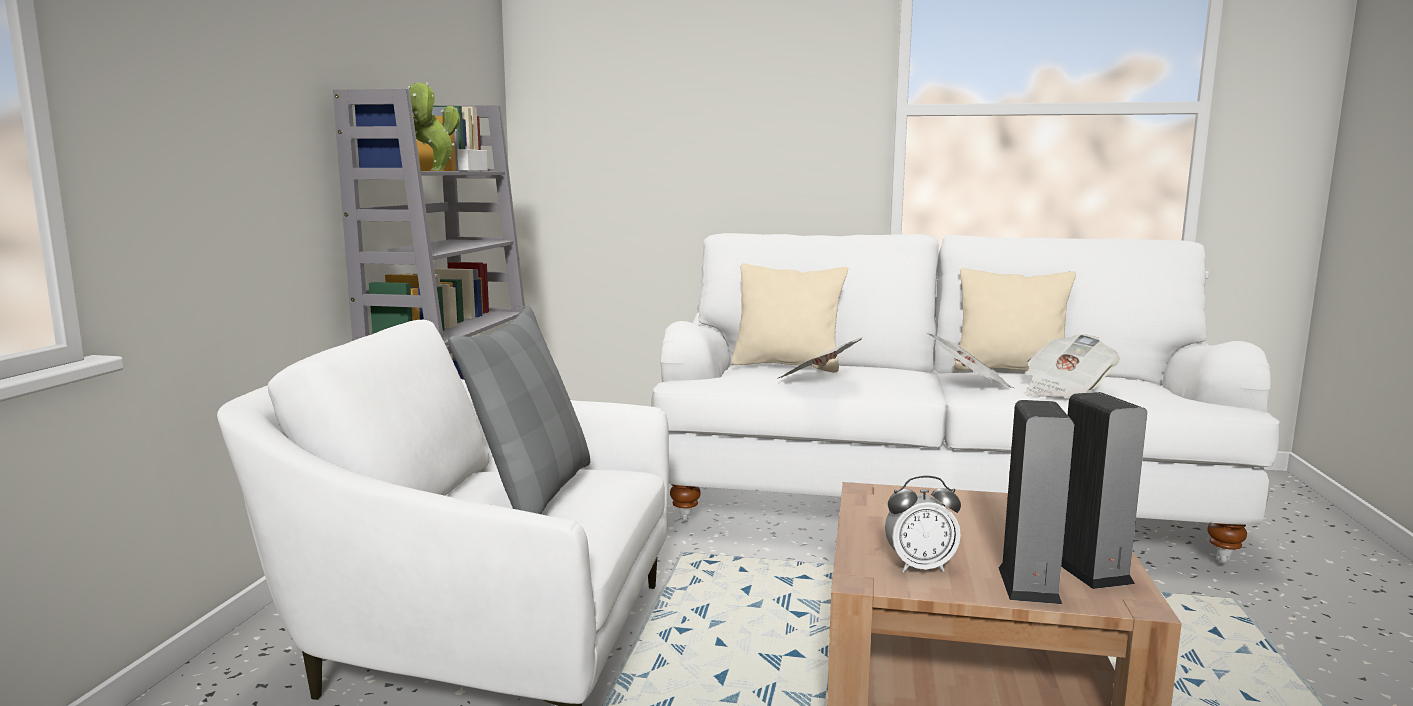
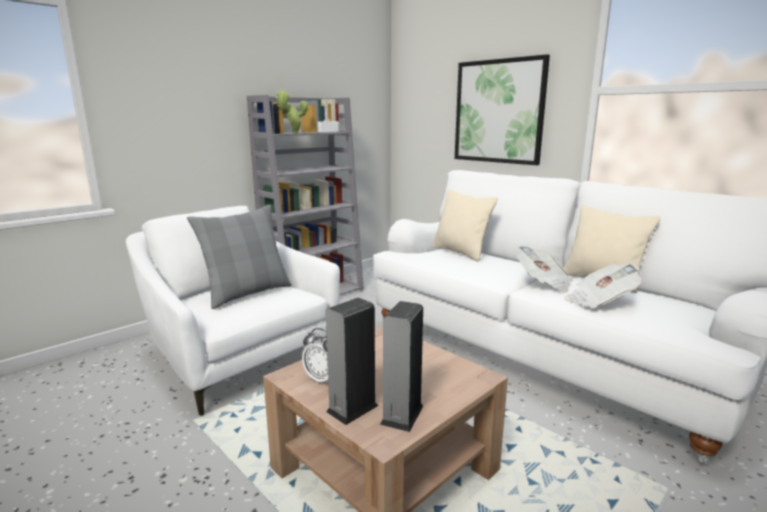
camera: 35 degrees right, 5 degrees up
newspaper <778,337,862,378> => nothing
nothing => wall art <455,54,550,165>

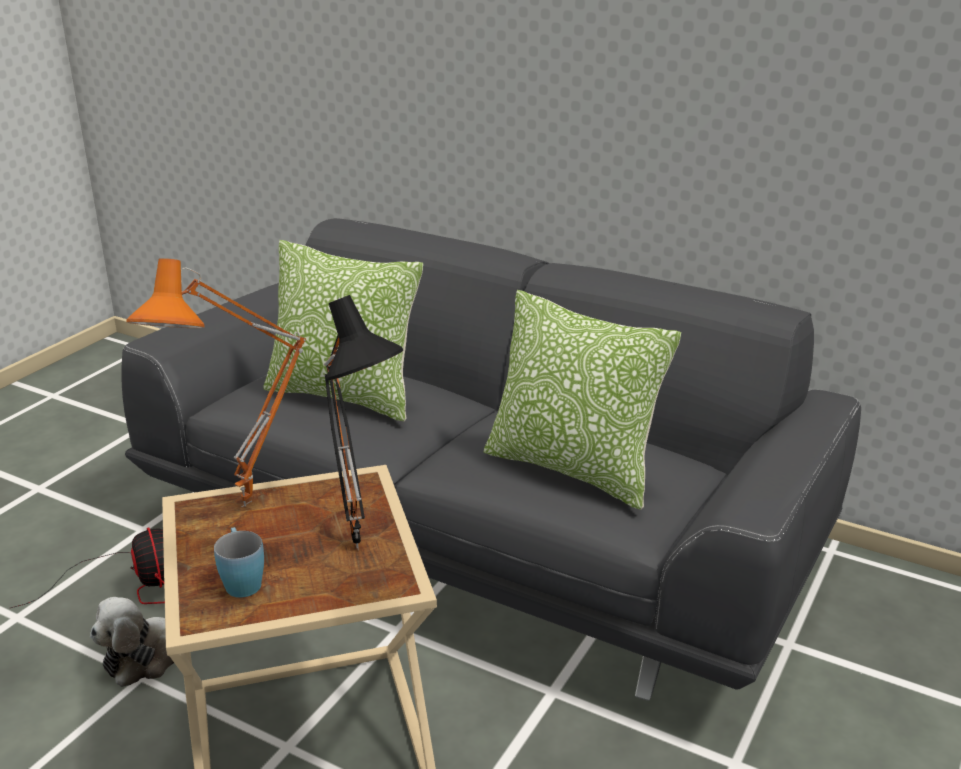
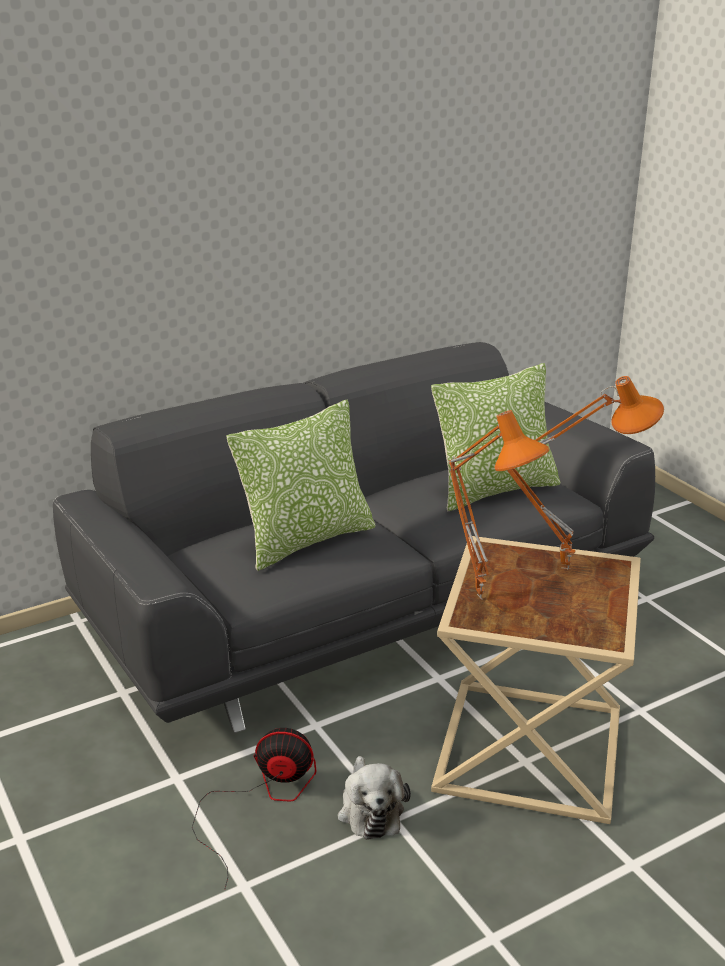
camera: 60 degrees left, 0 degrees up
bluish coffee mug <214,527,264,598> => nothing
blackish table lamp <324,295,403,551> => orangey table lamp <507,376,664,570>

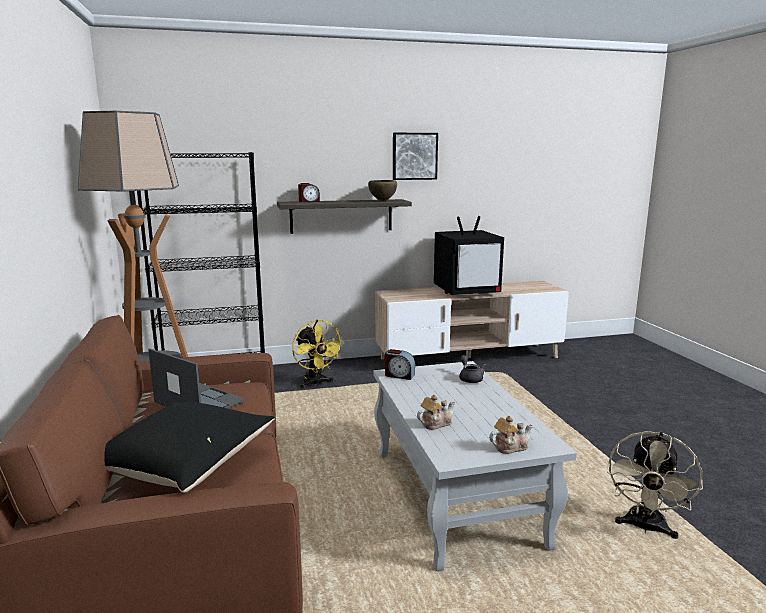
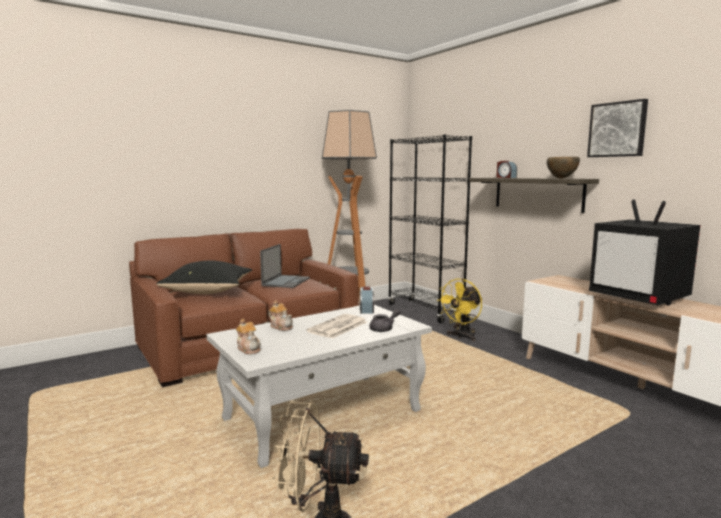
camera: 70 degrees right, 5 degrees down
nothing => newspaper <306,314,367,339>

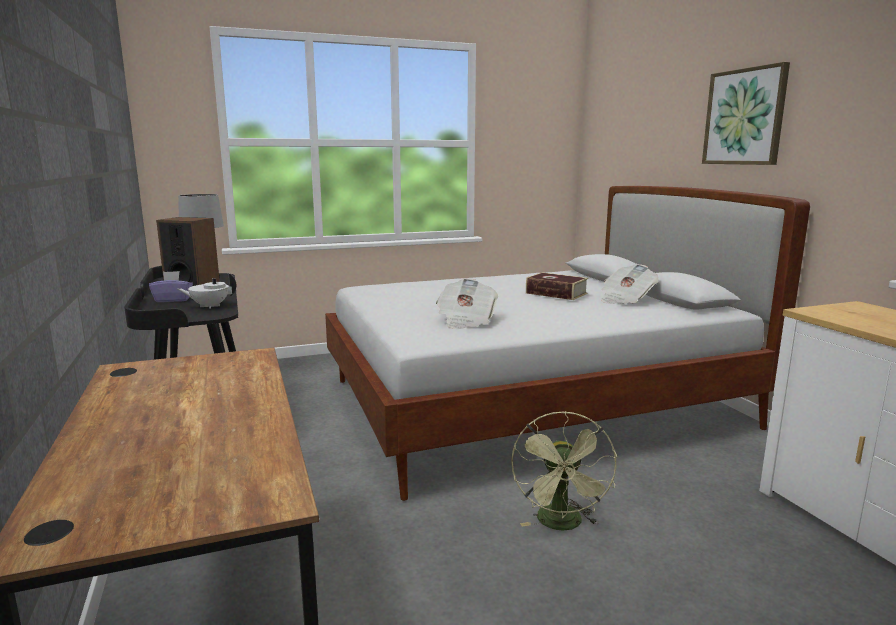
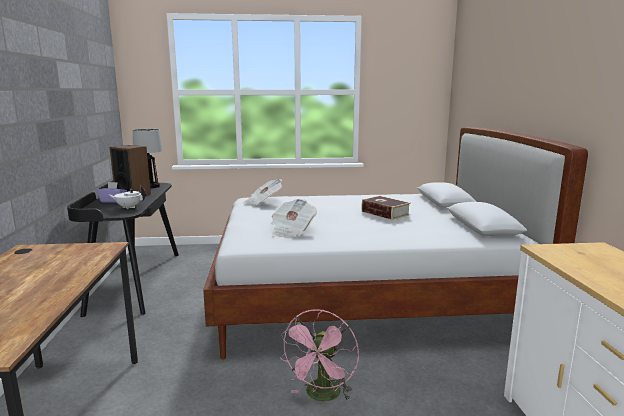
camera: 15 degrees right, 0 degrees up
green electric fan <511,411,617,531> => pink electric fan <279,309,359,401>
newspaper <601,264,659,304> => newspaper <243,179,282,205>, shifted
wall art <702,62,790,165> => nothing

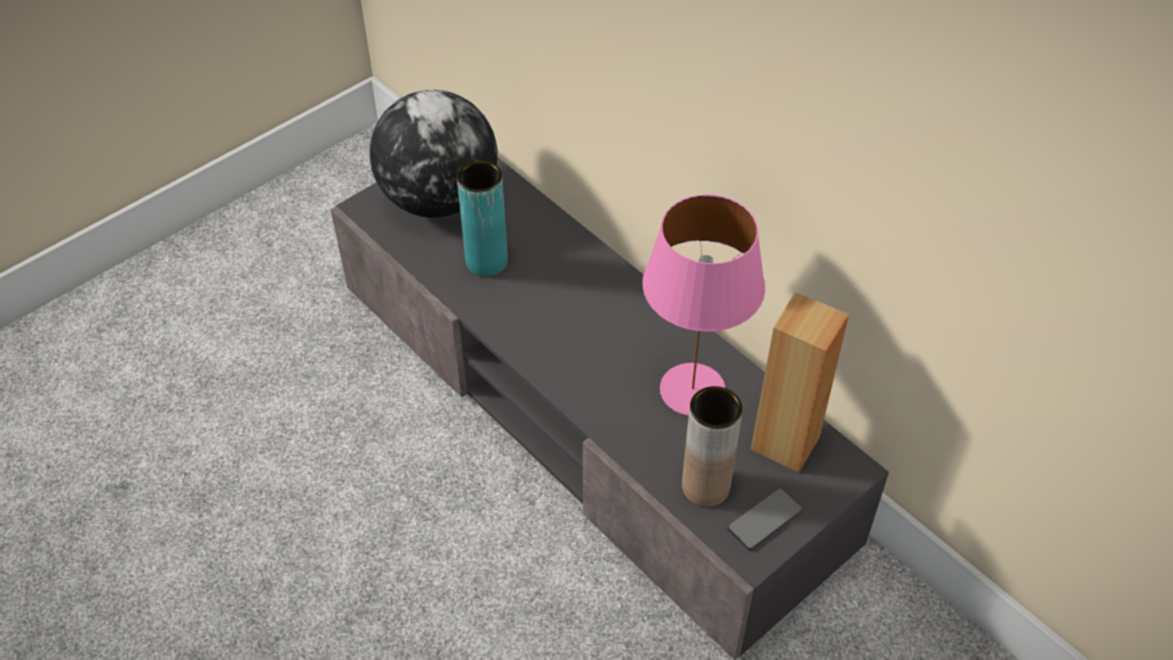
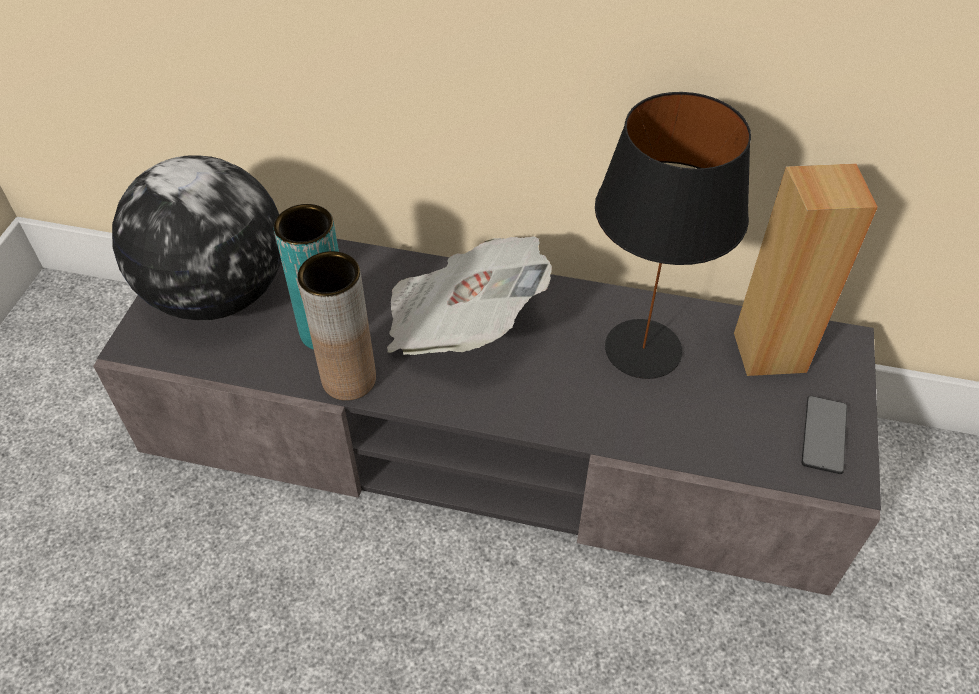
camera: 35 degrees left, 0 degrees up
pink table lamp <642,194,765,416> => blackish table lamp <595,92,751,379>
brown flower vase <682,386,743,507> => brown flower vase <297,251,376,401>, shifted
nothing => newspaper <387,236,552,355>

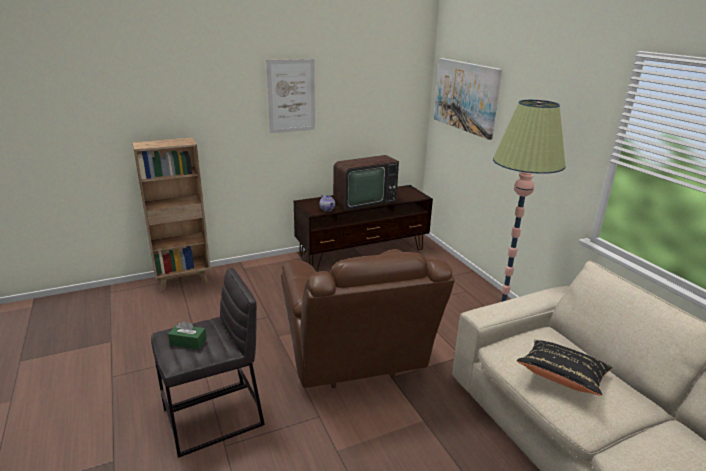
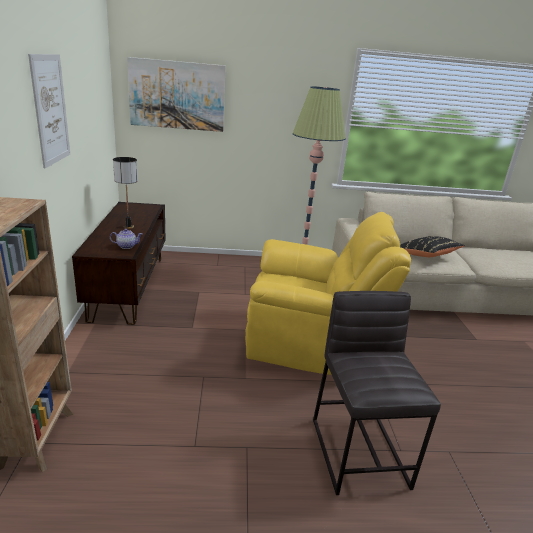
camera: 70 degrees left, 0 degrees up
green tissue box <168,320,207,349> => nothing
brown lounge chair <281,249,455,388> => yellow-coloured lounge chair <245,212,411,375>
TV set <333,155,399,210> => table lamp <113,157,138,229>

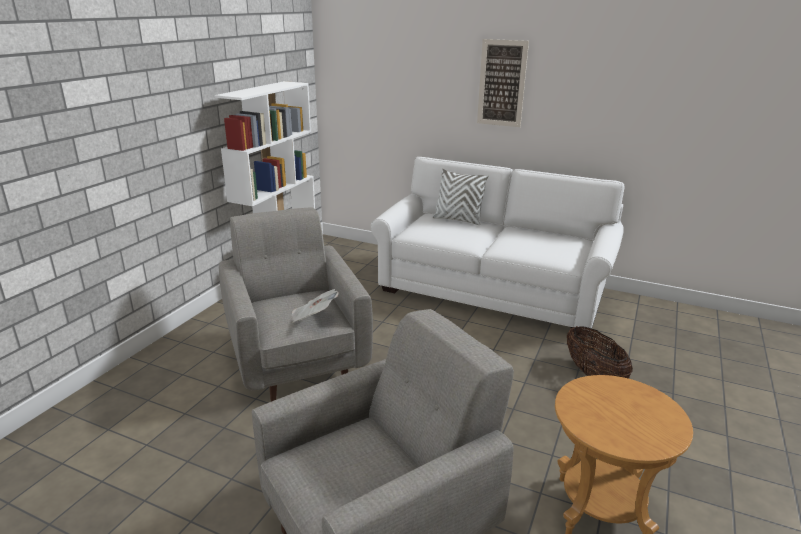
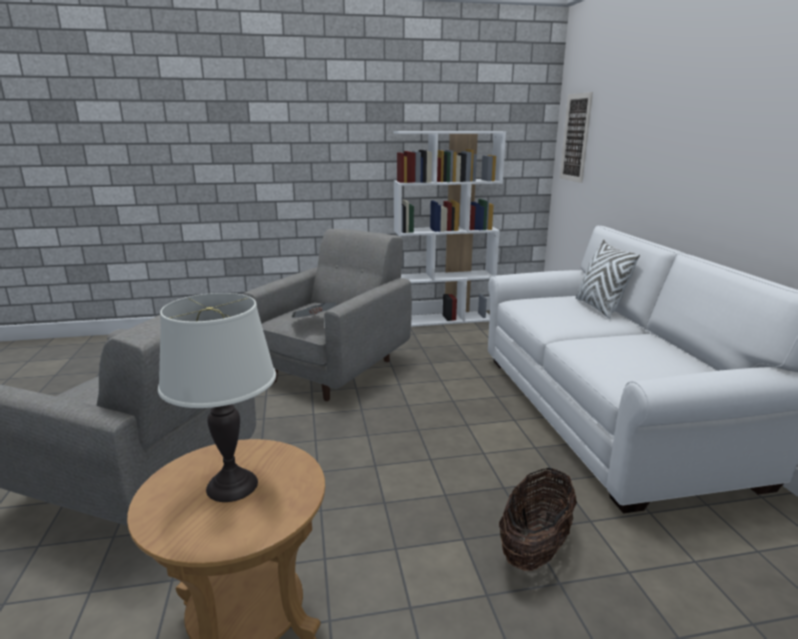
camera: 55 degrees right, 5 degrees down
wall art <477,39,529,127> => wall art <560,92,593,183>, shifted
nothing => whitish table lamp <158,293,276,502>

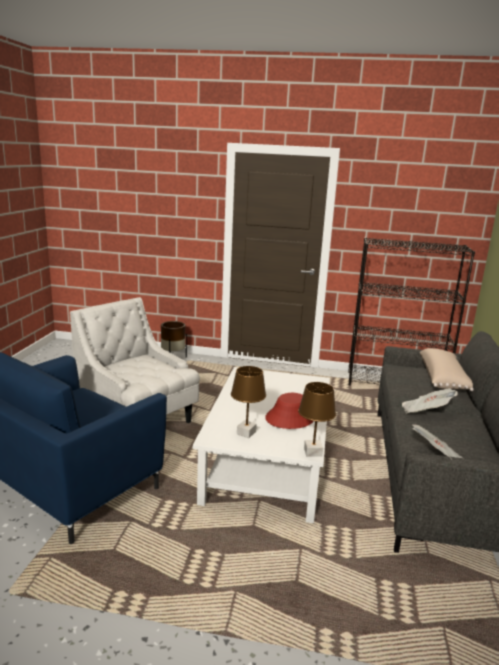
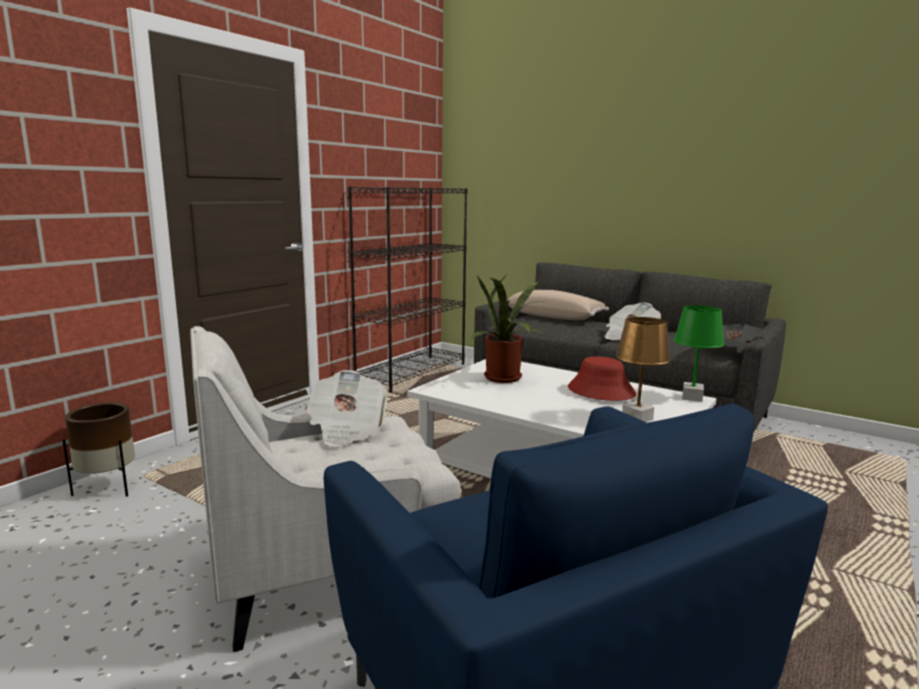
camera: 65 degrees left, 5 degrees down
brown table lamp <298,382,336,457> => green table lamp <674,305,724,402>
nothing => newspaper <305,370,389,447>
nothing => potted plant <470,276,545,383>

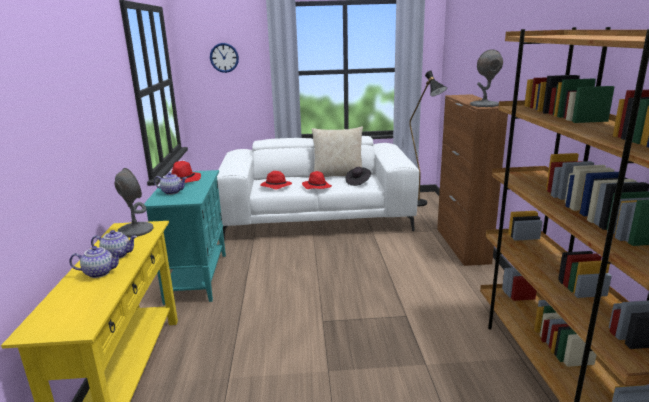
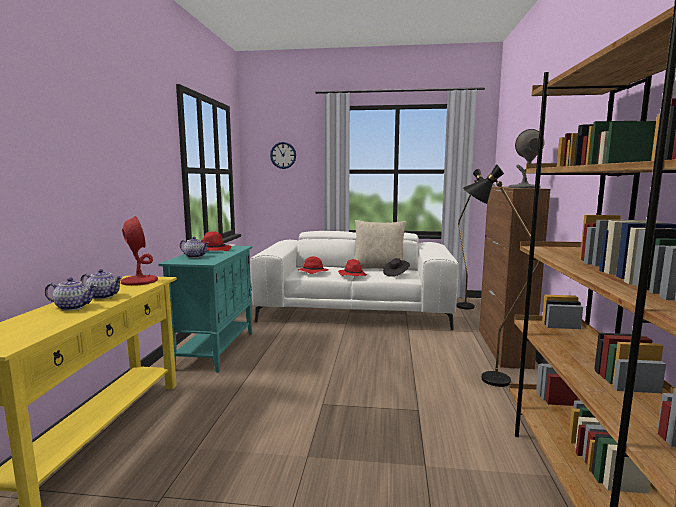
camera: 10 degrees right, 10 degrees down
greyish table lamp <114,168,153,237> => red table lamp <121,216,158,286>
nothing => blackish standing lamp <463,164,541,387>

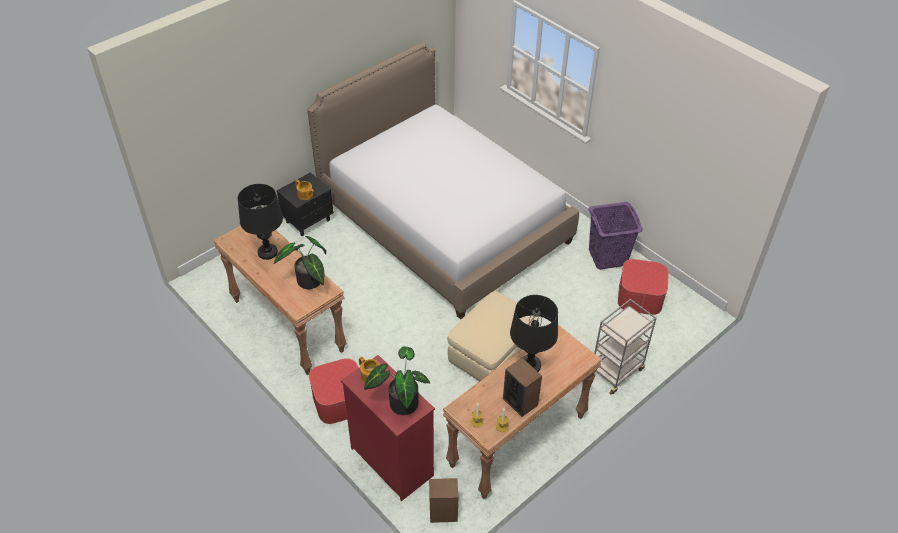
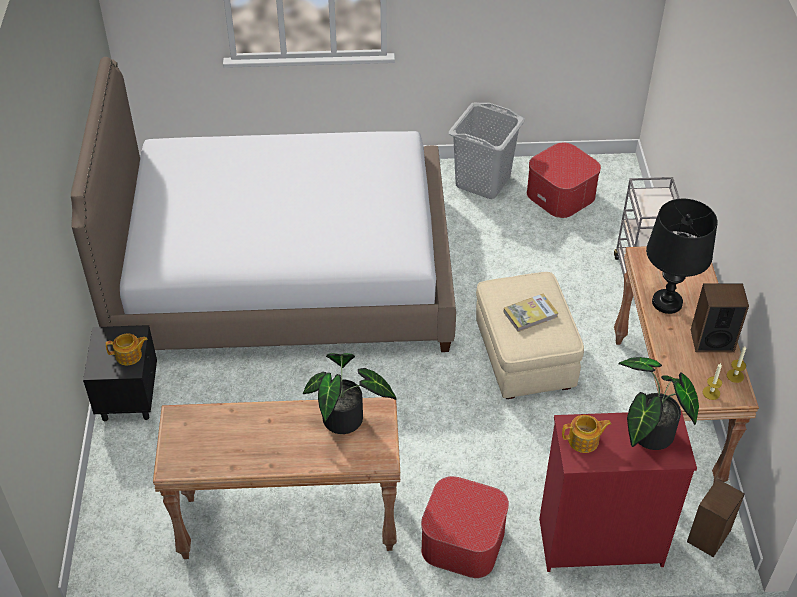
camera: 50 degrees left, 0 degrees up
blackish table lamp <238,184,283,260> => nothing
purplish laundry basket <588,202,643,270> => greyish laundry basket <449,102,525,199>
nothing => book <503,294,558,332>

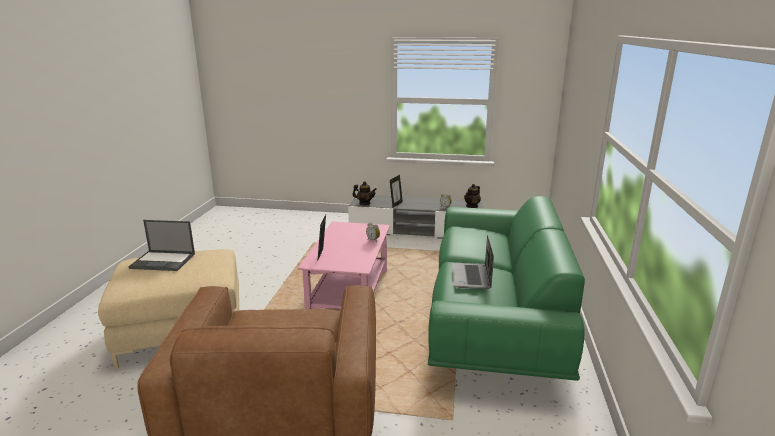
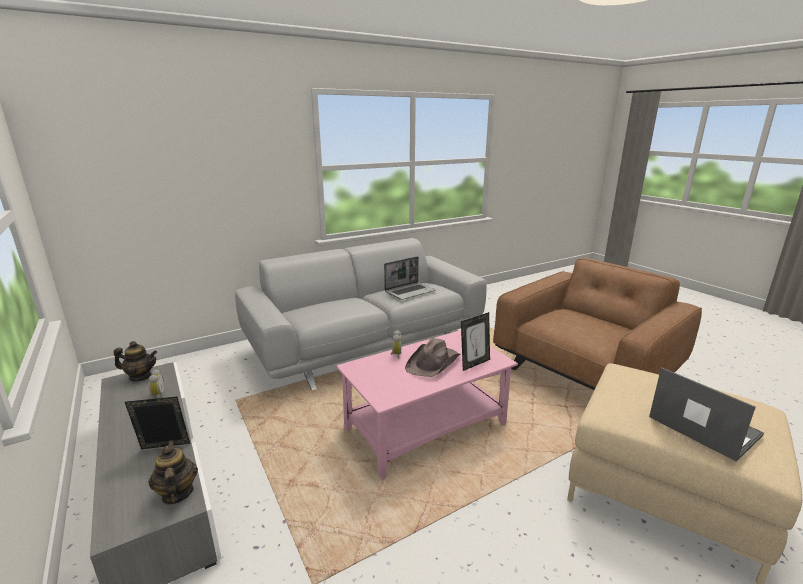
camera: 130 degrees left, 0 degrees up
green sofa <428,196,585,381> => greyish sofa <235,238,486,390>
nothing => brown clothing hat <405,338,460,377>

